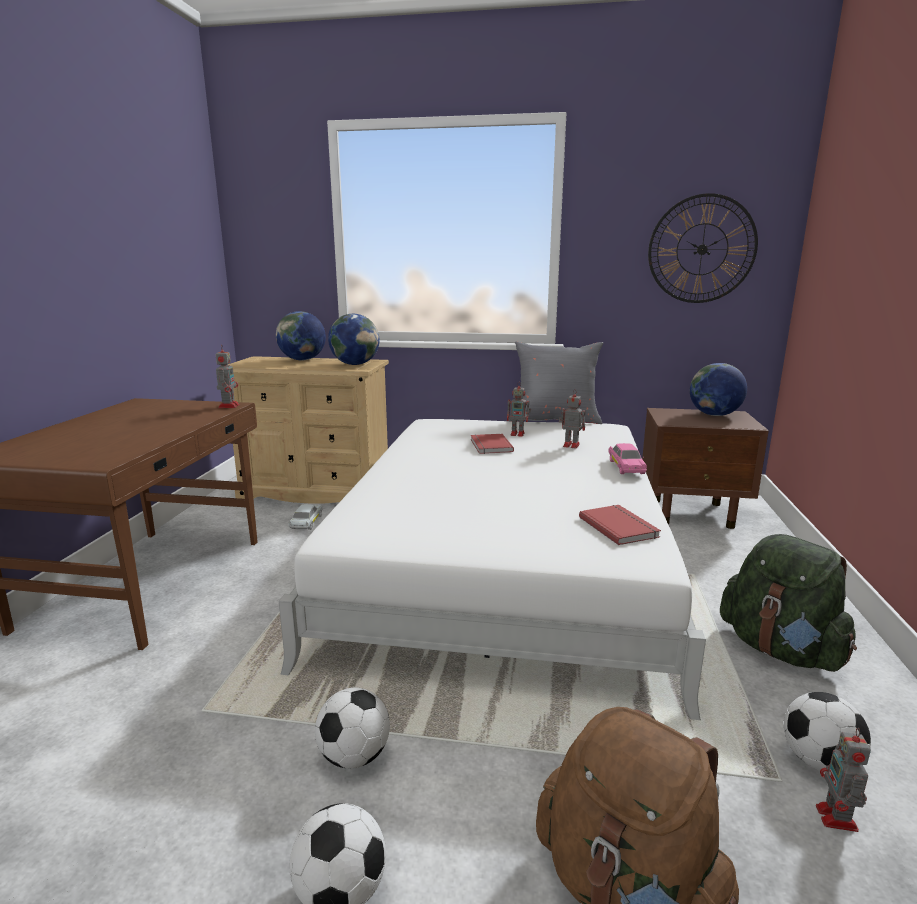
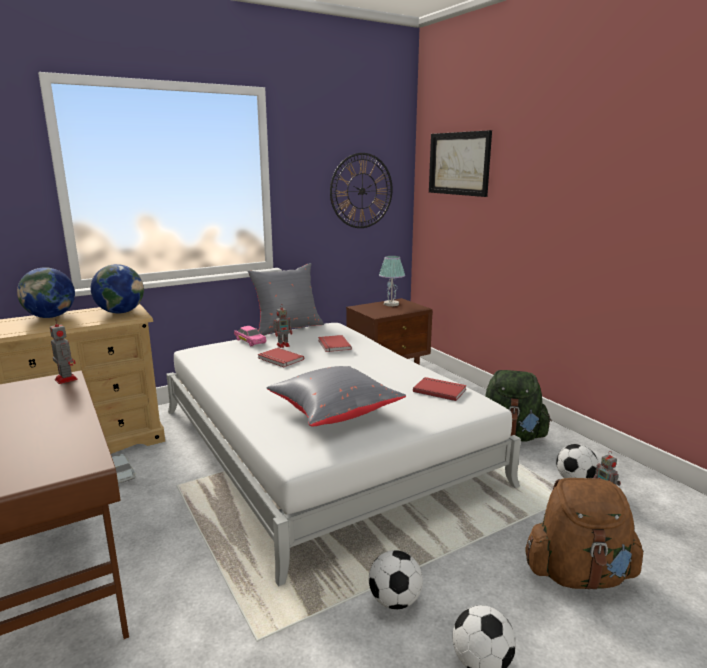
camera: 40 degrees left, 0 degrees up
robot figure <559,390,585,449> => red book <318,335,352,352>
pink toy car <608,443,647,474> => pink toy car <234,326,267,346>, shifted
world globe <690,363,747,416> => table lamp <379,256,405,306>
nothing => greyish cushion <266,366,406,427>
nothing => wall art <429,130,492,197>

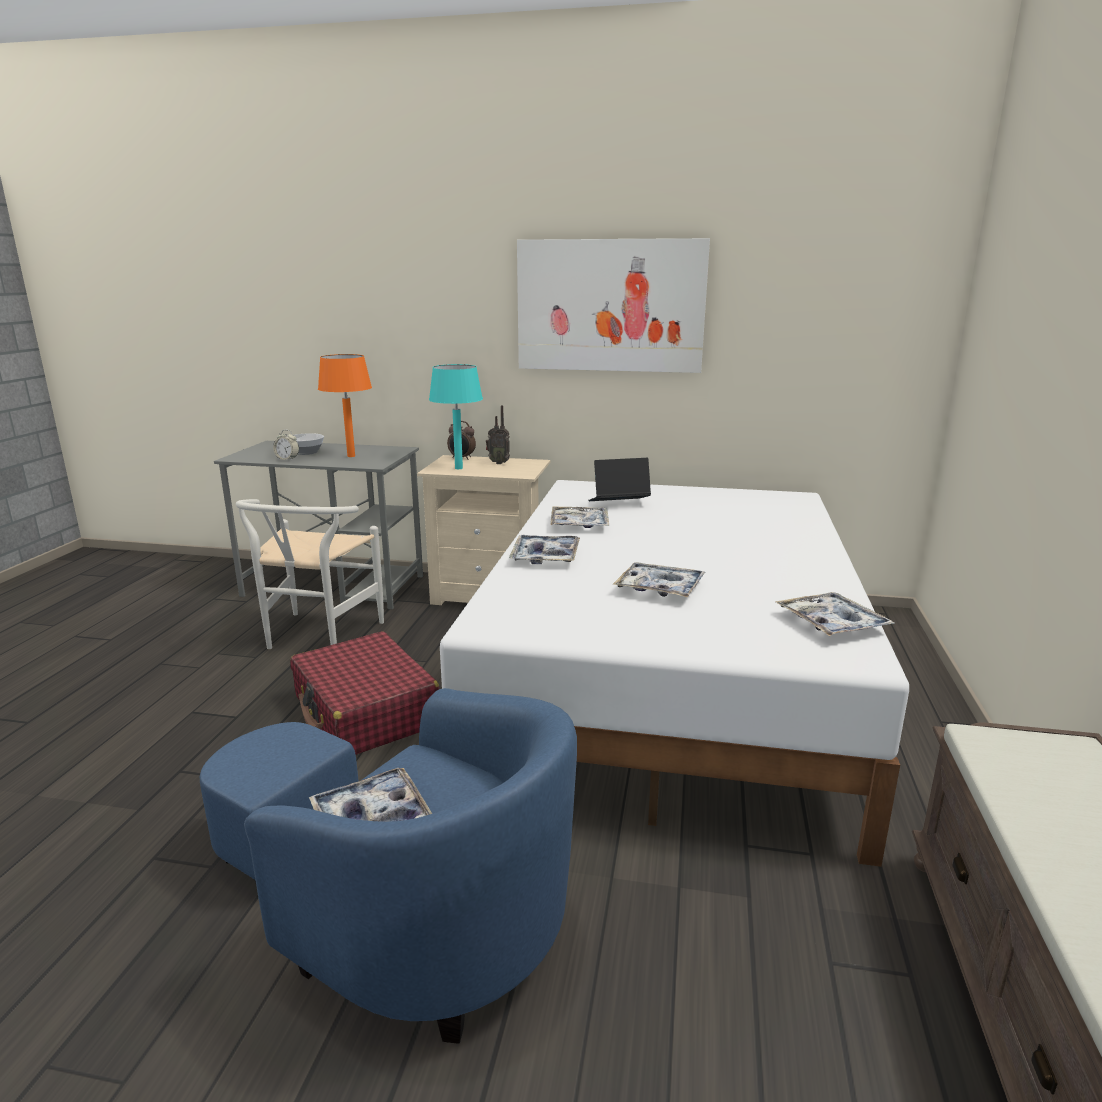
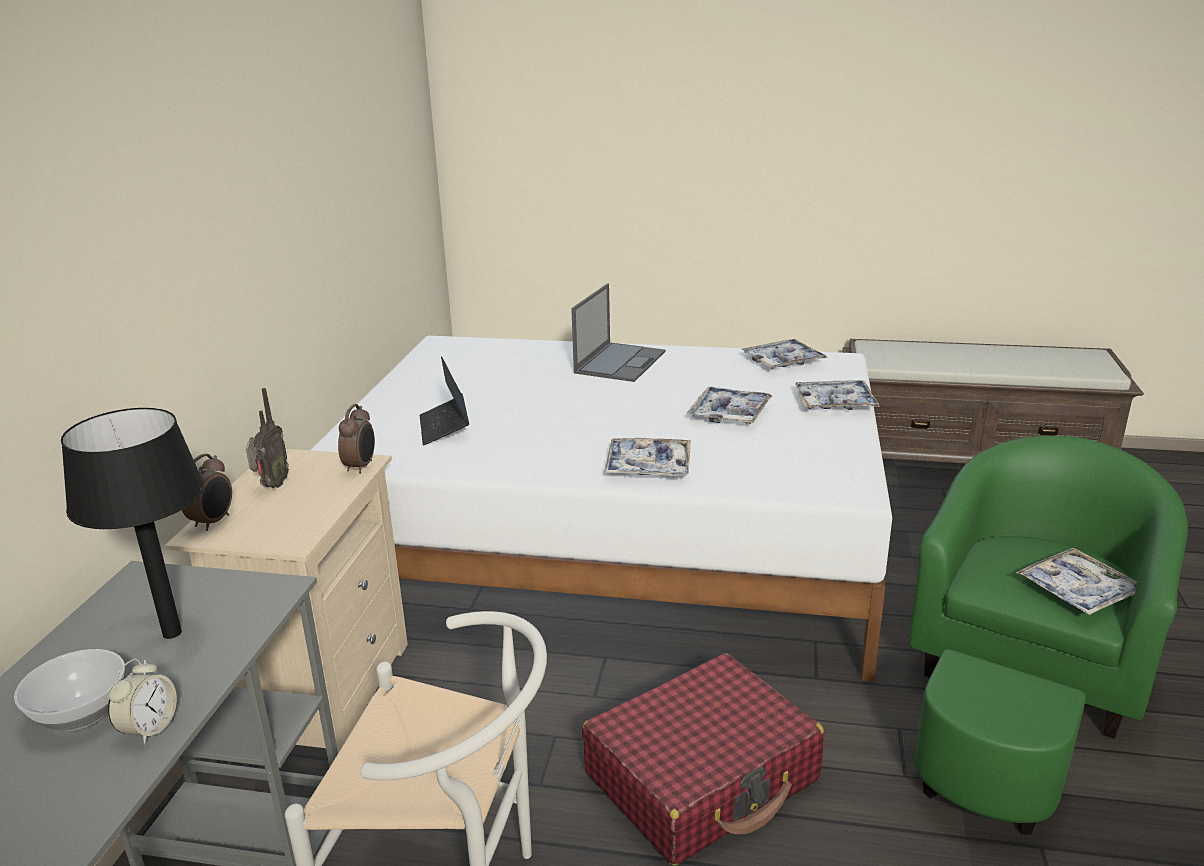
camera: 90 degrees left, 5 degrees up
bluish lounge chair <200,688,577,1043> => green lounge chair <909,436,1188,835>
orangey table lamp <318,354,372,457> => blackish table lamp <61,408,204,639>
turquoise table lamp <429,364,483,469> => nothing
wall art <517,238,710,373> => nothing
carrying tray <550,506,609,528> => carrying tray <795,380,880,410>, shifted
nothing => bedside clock <338,404,375,474>
nothing => notebook computer <571,283,665,382>

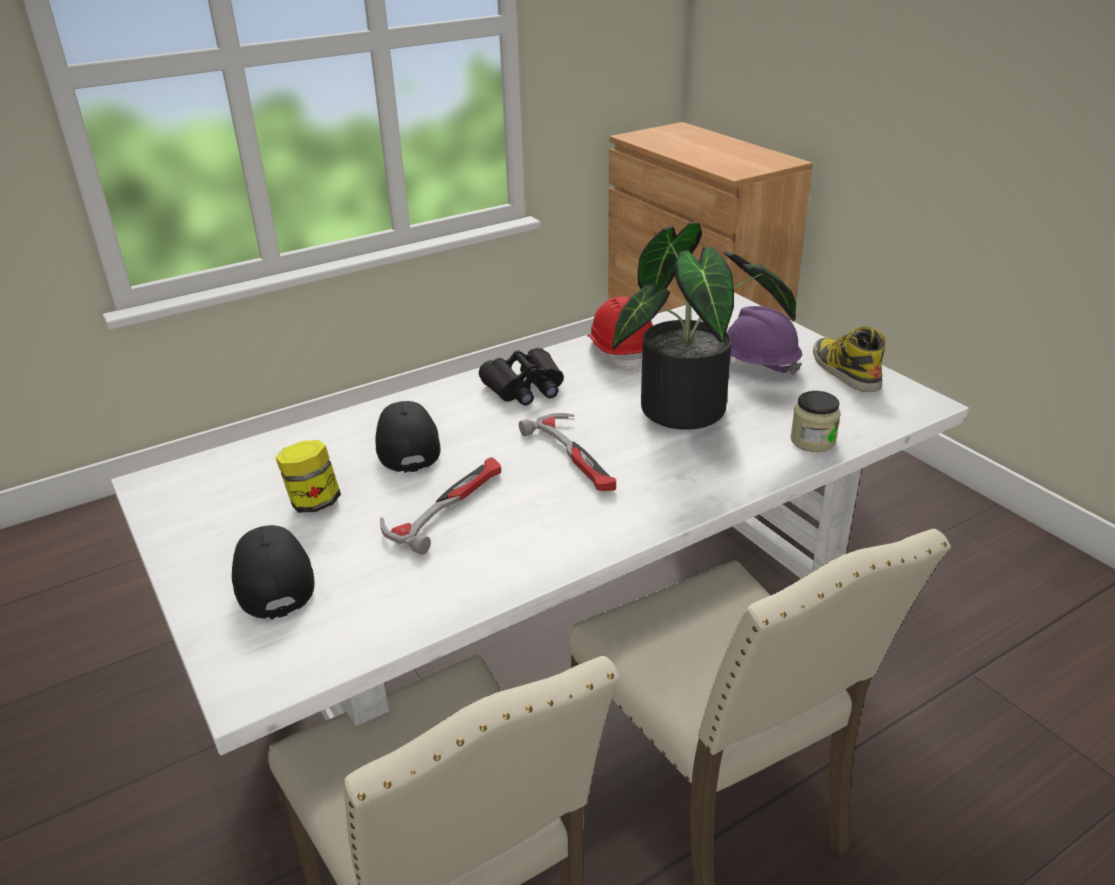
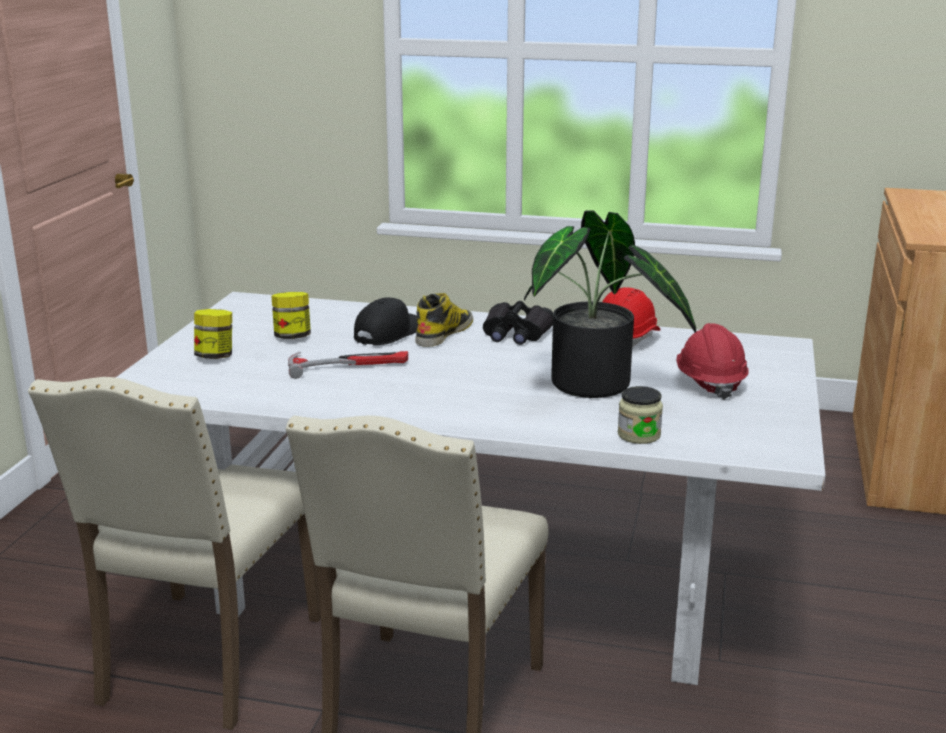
camera: 45 degrees right, 10 degrees down
blackish peaked cap <232,525,315,620> => preserve jar <194,309,232,359>
tool hammer <519,413,616,491> => nothing
purplish hard hat <727,306,802,375> => red hard hat <676,323,749,400>
high-top boot <813,326,886,392> => high-top boot <415,293,473,347>, shifted

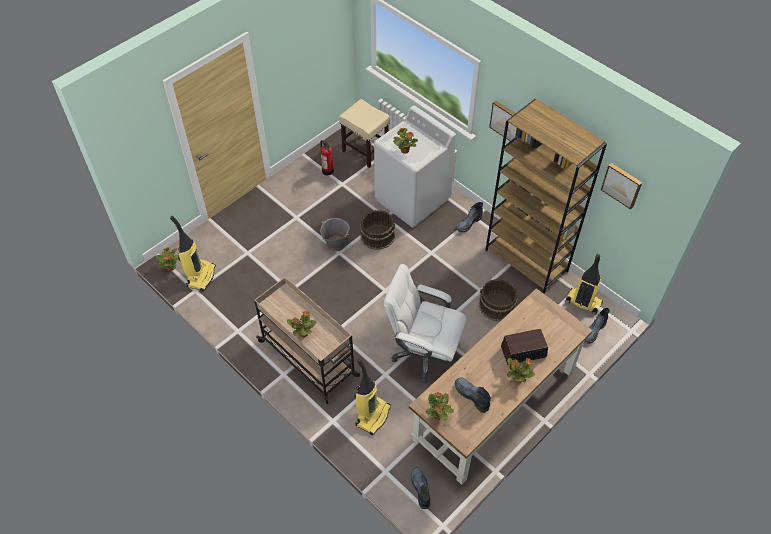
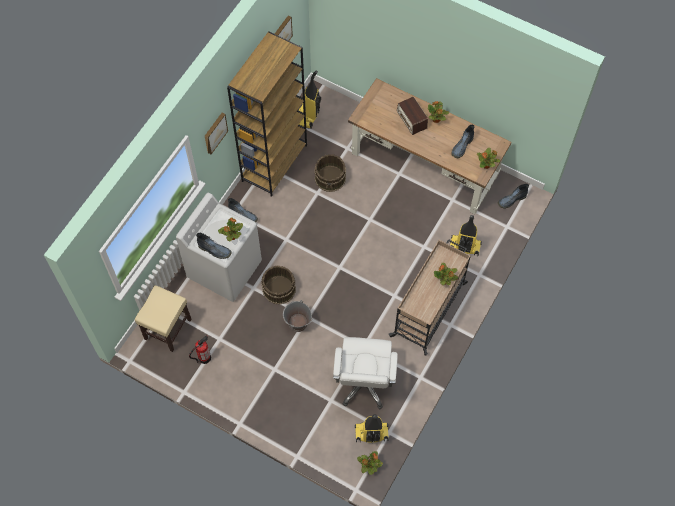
camera: 105 degrees left, 10 degrees up
whitish office chair <384,264,467,383> => whitish office chair <333,337,398,409>, shifted
high-top boot <585,308,610,344> => high-top boot <196,233,232,259>, shifted

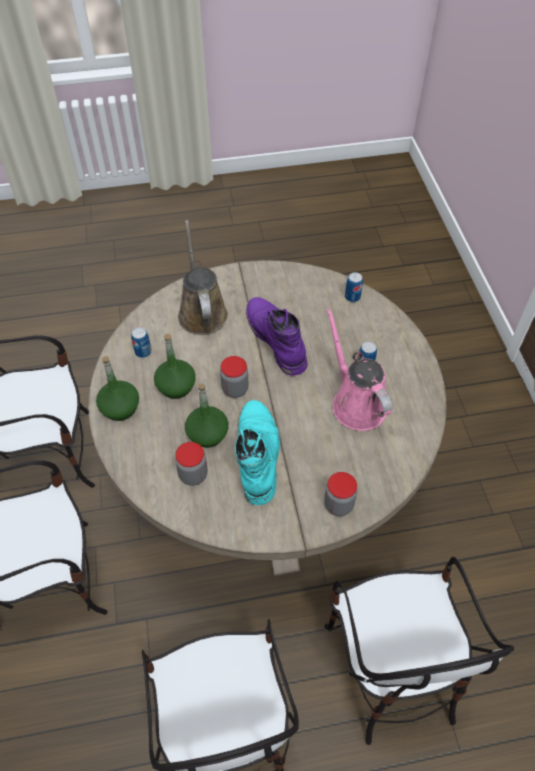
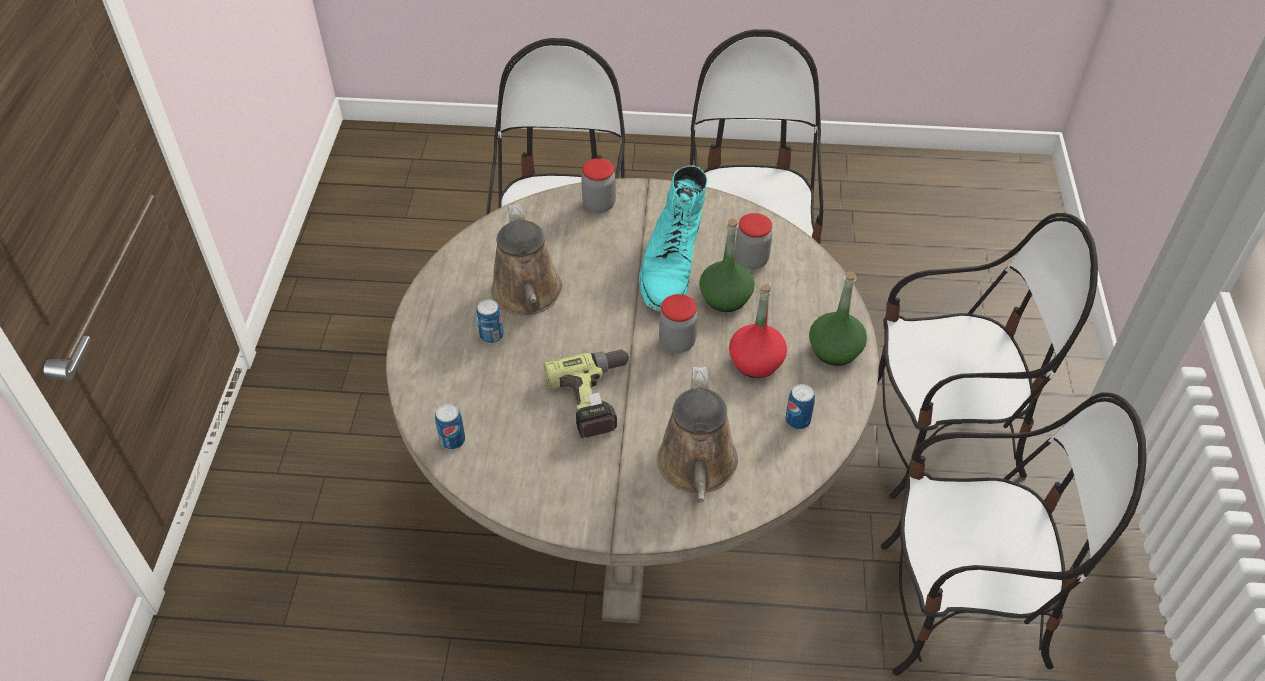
camera: 165 degrees left, 5 degrees down
green beverage bottle <154,333,196,399> => red beverage bottle <729,284,787,378>
purplish high-top boot <246,297,308,376> => electric drill <544,349,630,438>
pink watering can <326,307,392,431> => brown watering can <491,204,562,315>

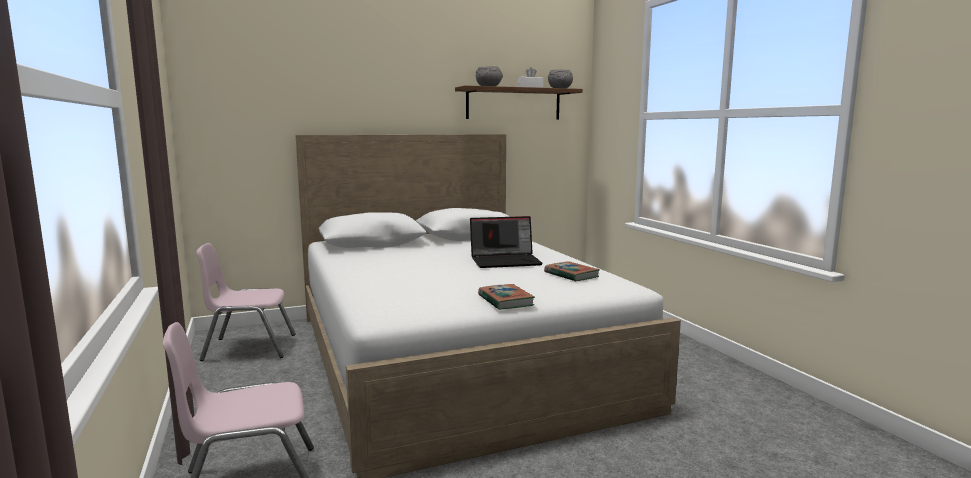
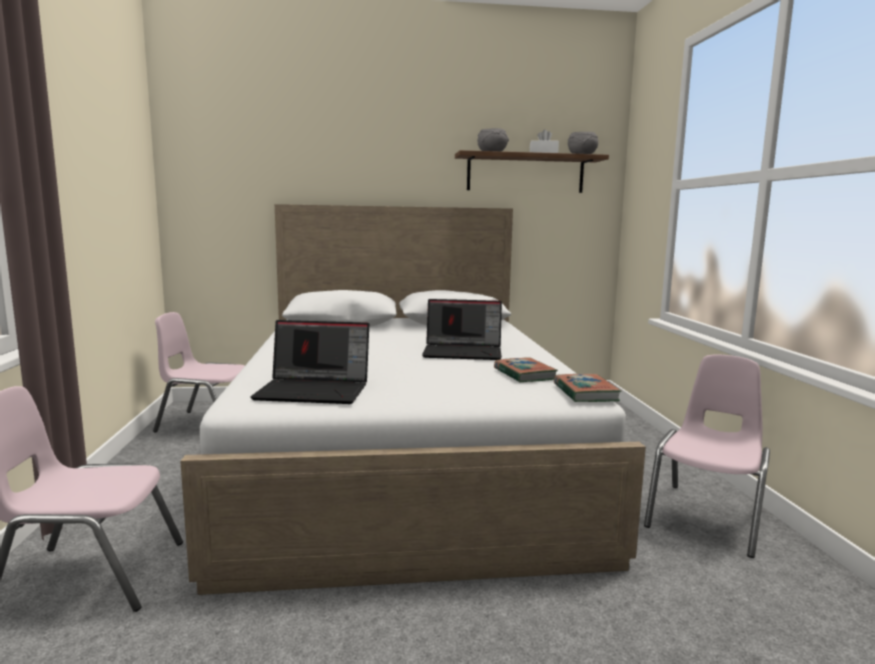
camera: 15 degrees right, 0 degrees up
book <478,284,535,310> => book <554,374,621,402>, shifted
nothing => notebook computer <250,320,369,404>
nothing => pink upright chair <644,354,770,558>

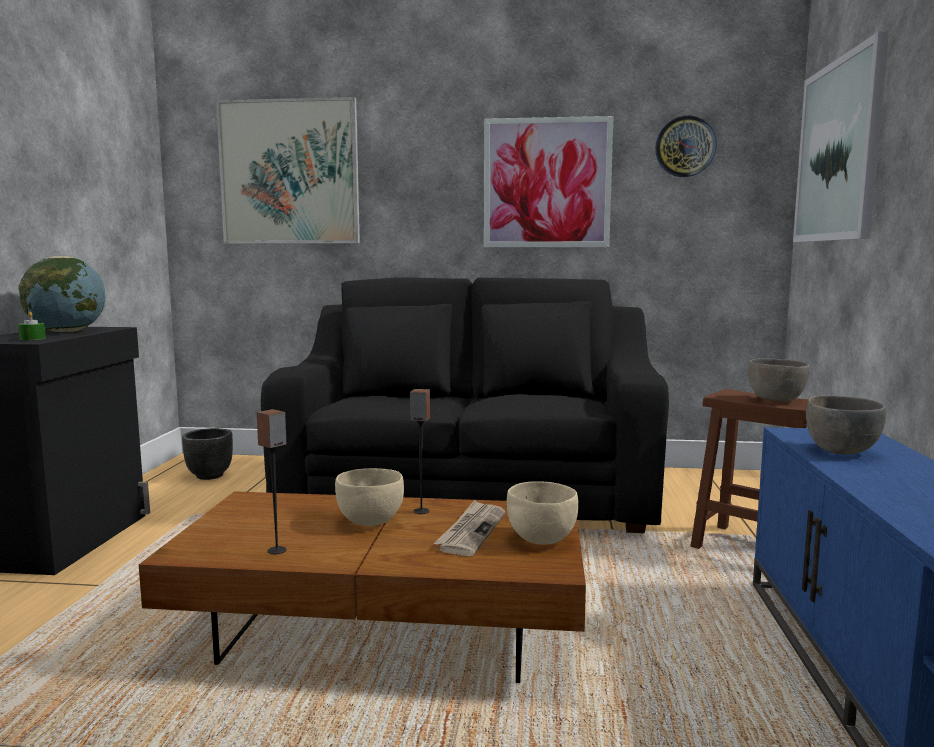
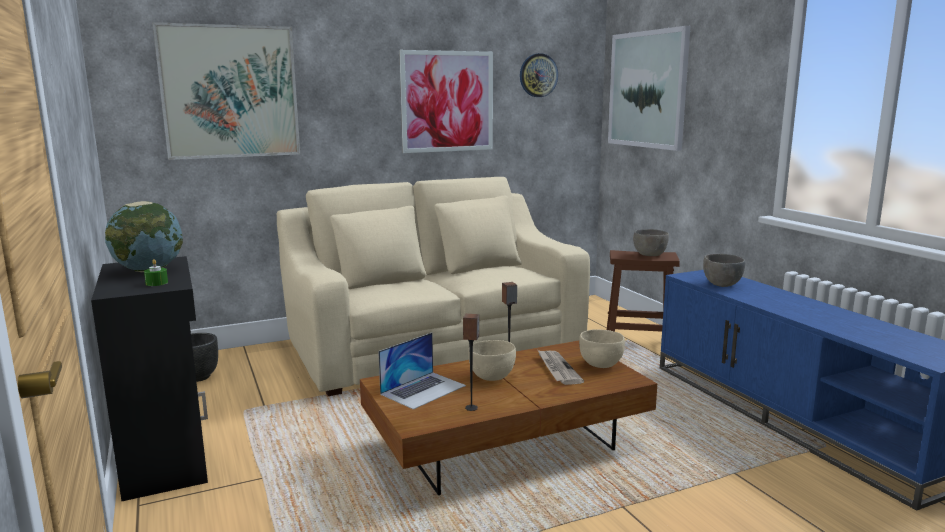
camera: 30 degrees left, 5 degrees up
blackish sofa <261,277,669,533> => beige sofa <277,177,590,396>
nothing => notebook computer <378,332,466,410>

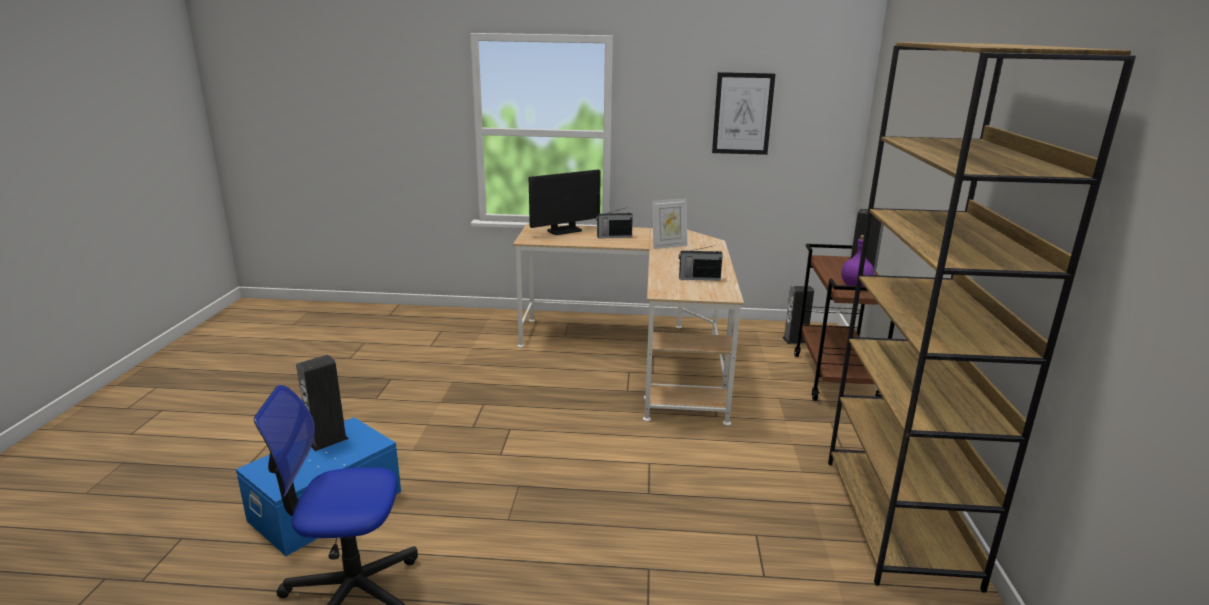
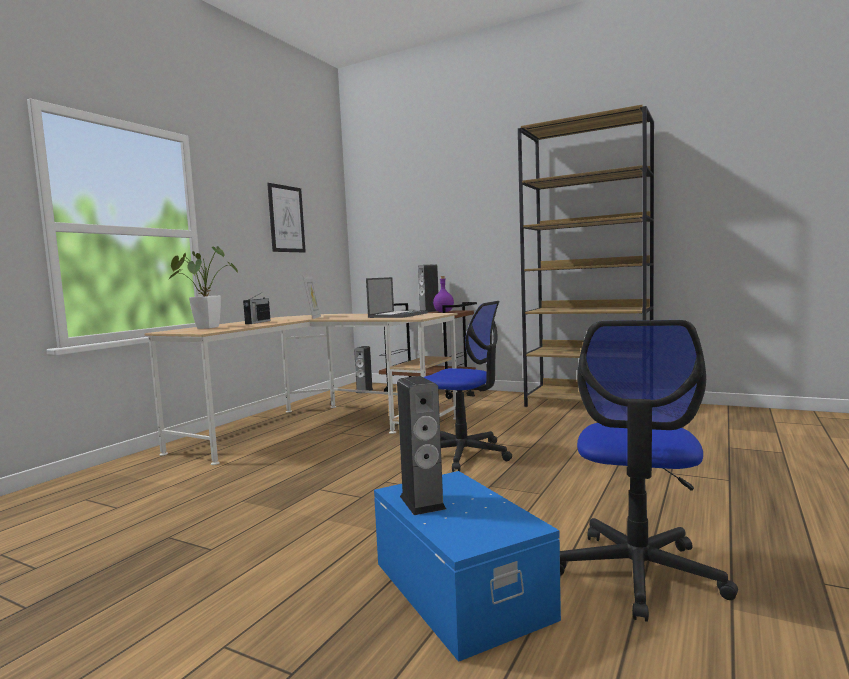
camera: 65 degrees left, 15 degrees down
monitor <529,169,601,235> => potted plant <168,246,238,329>
radio <679,245,723,281> => notebook computer <366,277,428,318>
nothing => office chair <424,301,512,472>

